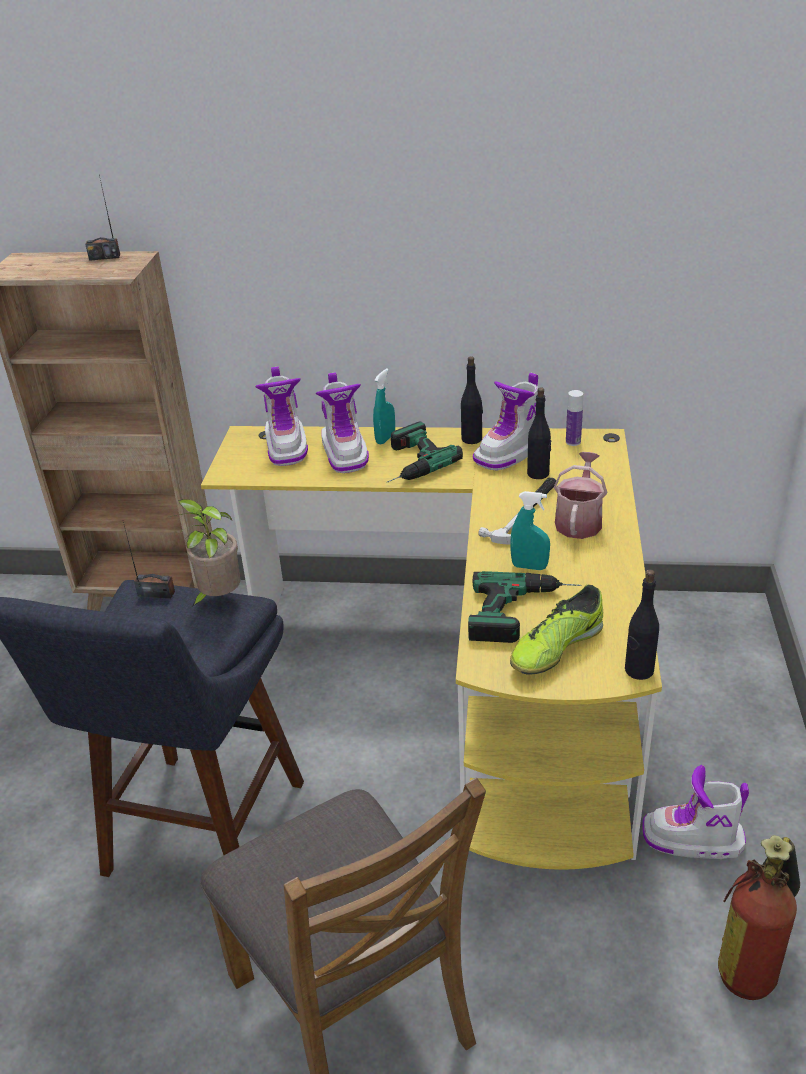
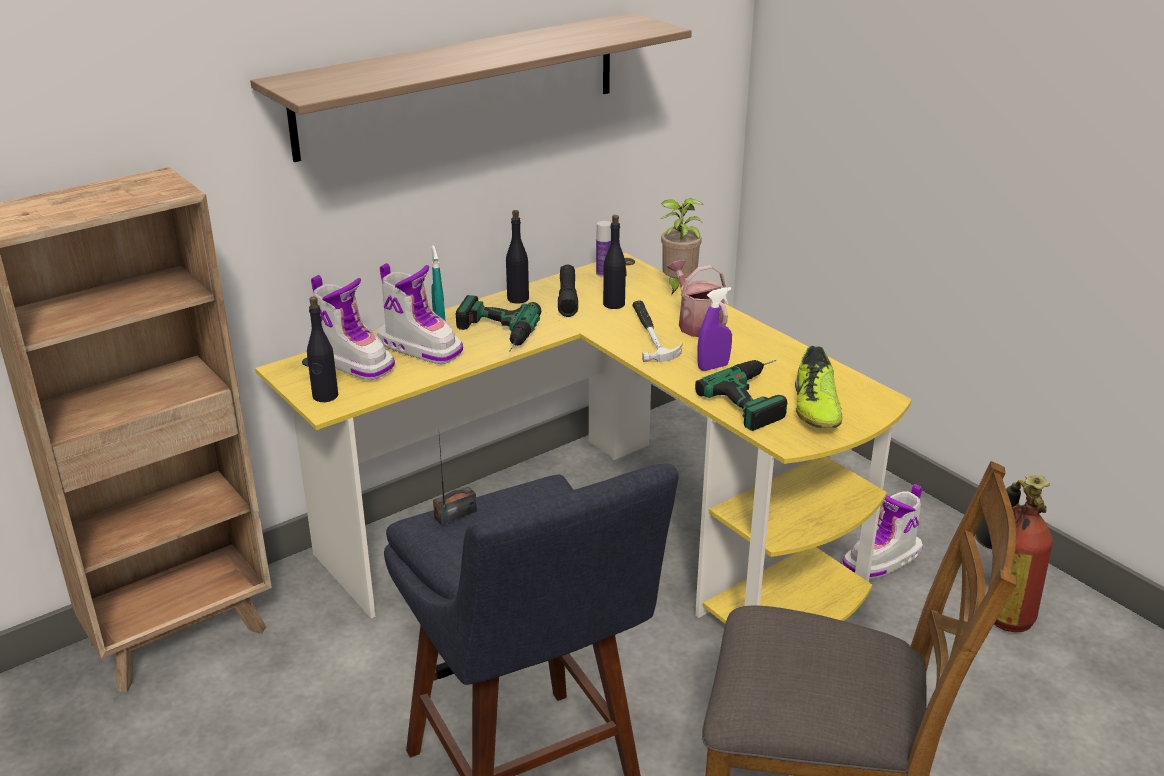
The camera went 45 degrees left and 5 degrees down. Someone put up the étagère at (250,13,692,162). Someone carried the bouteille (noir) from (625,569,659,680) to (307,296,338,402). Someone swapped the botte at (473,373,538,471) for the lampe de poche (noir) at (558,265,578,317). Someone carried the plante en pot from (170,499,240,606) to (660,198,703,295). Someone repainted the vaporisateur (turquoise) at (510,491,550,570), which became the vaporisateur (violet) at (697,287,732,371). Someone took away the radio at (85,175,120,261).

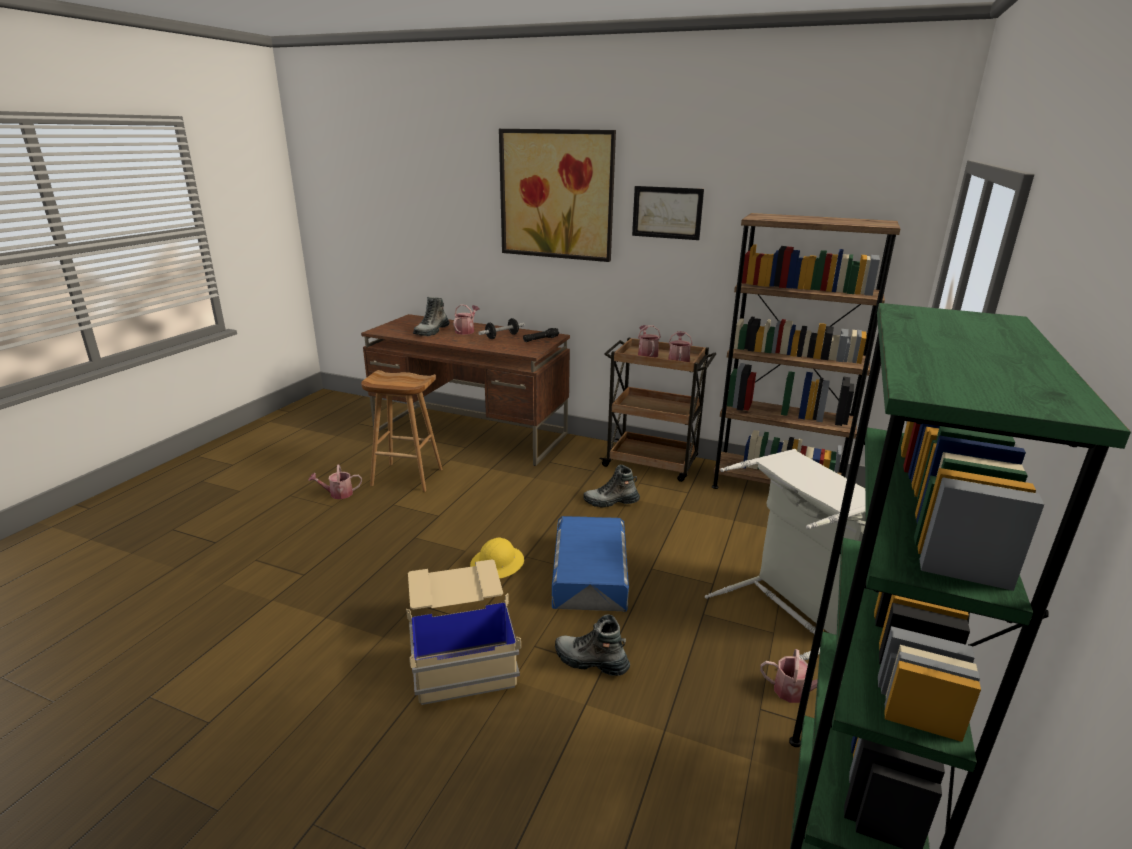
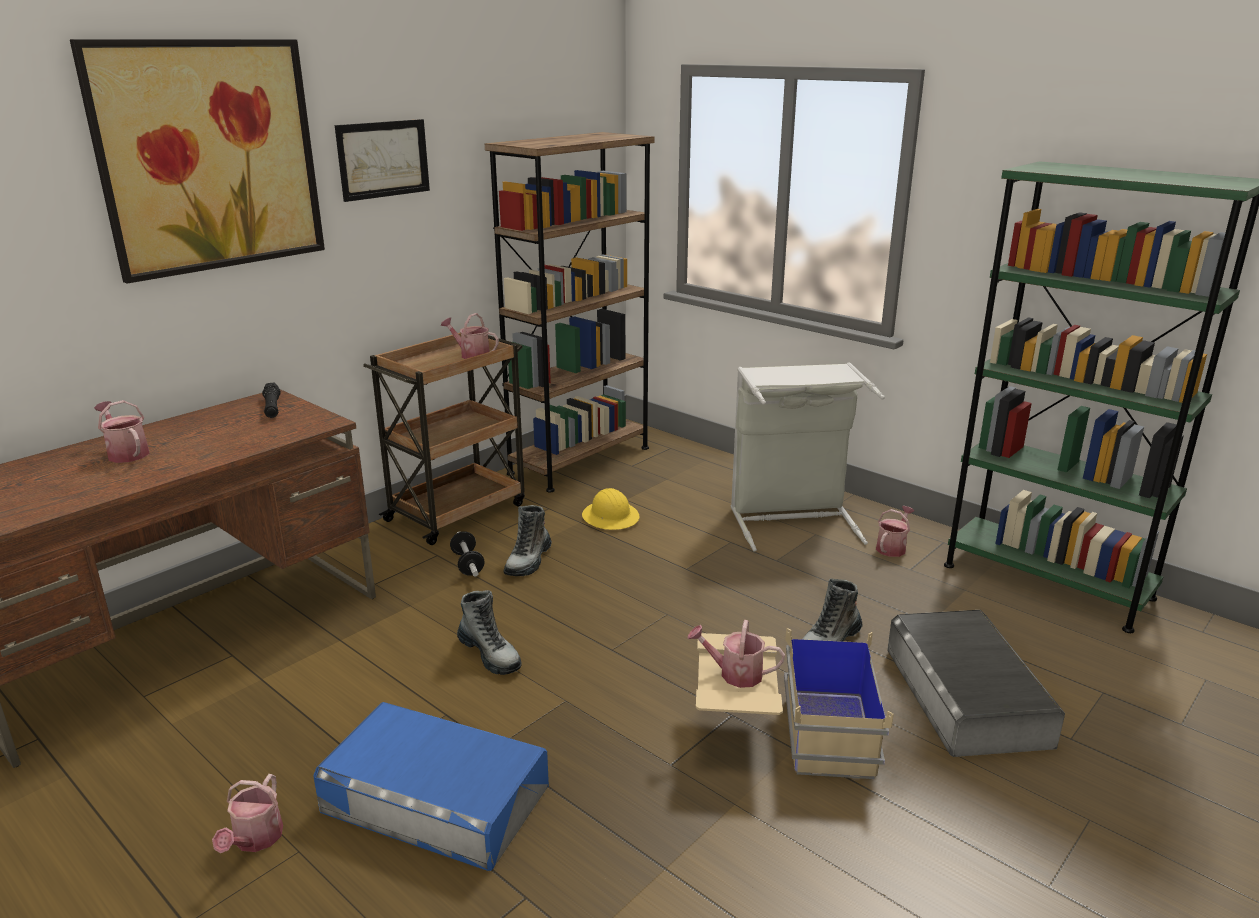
The camera went 70 degrees left and 0 degrees up. Someone carried the boîte de rangement (bleu) from (551,516,629,612) to (313,702,549,871). Someone carried the haltère from (478,318,525,339) to (450,531,485,577). Someone carried the botte from (413,297,450,336) to (457,590,522,675). Someone carried the casque de chantier (jaune) from (470,538,524,578) to (582,488,640,530). Someone carried the arrosoir from (638,325,661,358) to (687,620,785,688). Someone put down the boîte de rangement (gris) at (887,610,1065,757). Someone took away the tabouret (marron) at (361,370,443,492).

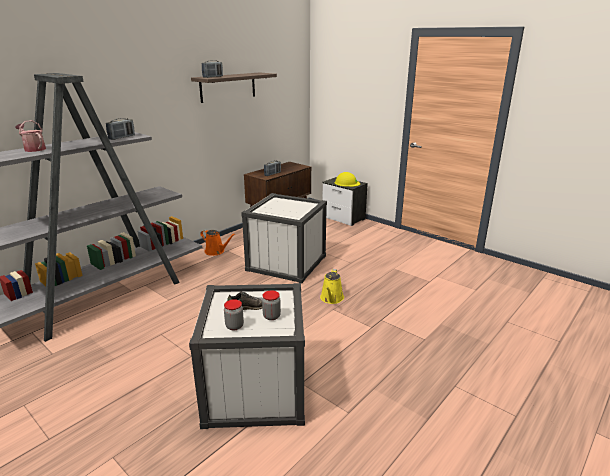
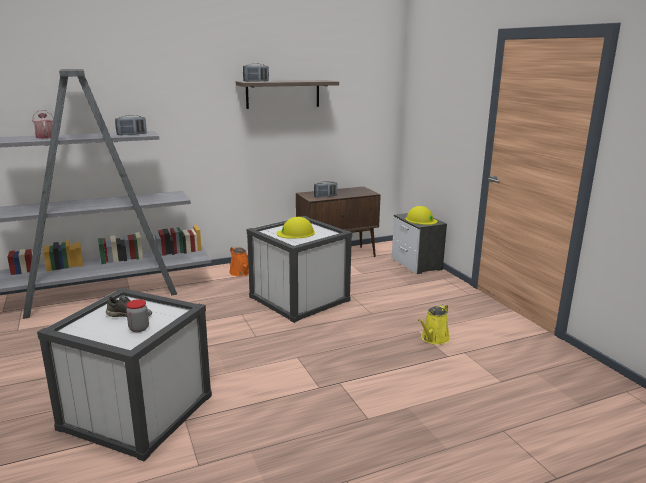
The camera went 25 degrees right and 5 degrees down. Someone put down the casque de chantier (jaune) at (276,217,315,239). Someone carried the arrosoir (jaune) from (320,269,344,304) to (418,304,450,345). Someone took away the bocal at (224,299,244,330).

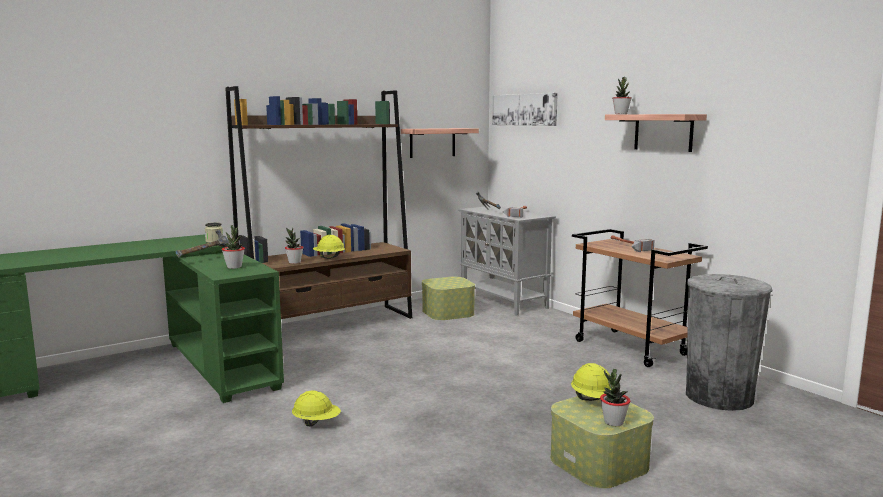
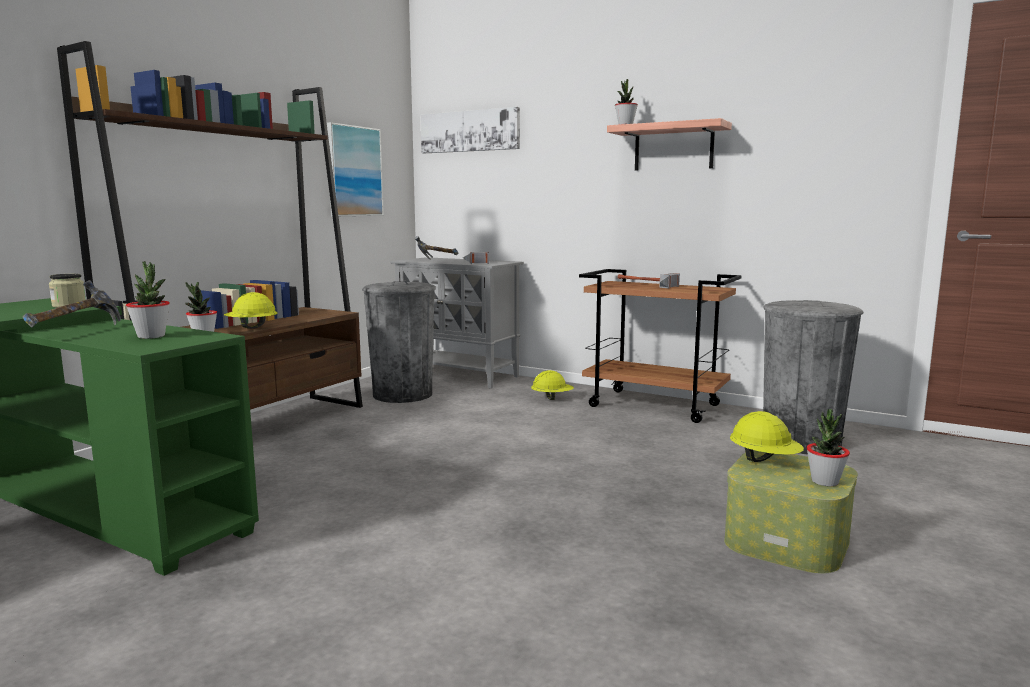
The camera went 25 degrees left and 0 degrees up. Someone swapped the étagère at (401,128,479,158) for the tableau at (327,122,384,216). Someone swapped the boîte de rangement at (422,277,475,320) for the poubelle (gris) at (362,281,436,403). Someone carried the casque de chantier (jaune) from (292,390,341,427) to (531,370,574,400).

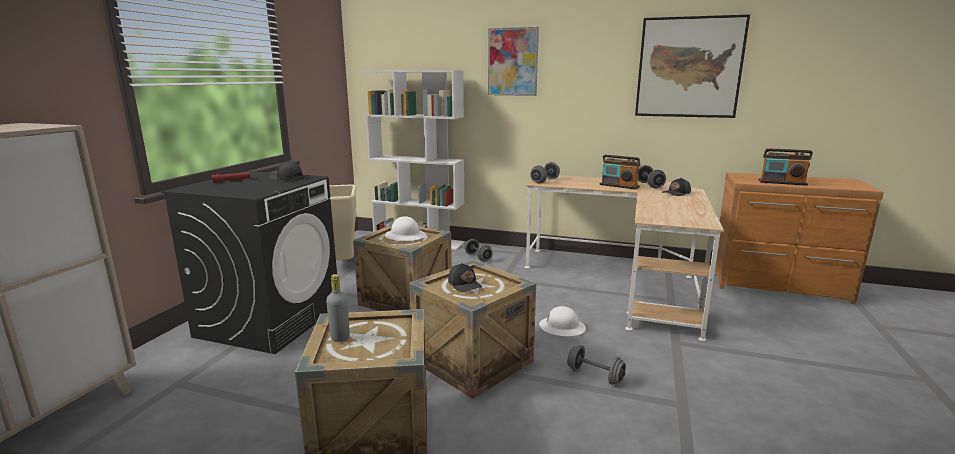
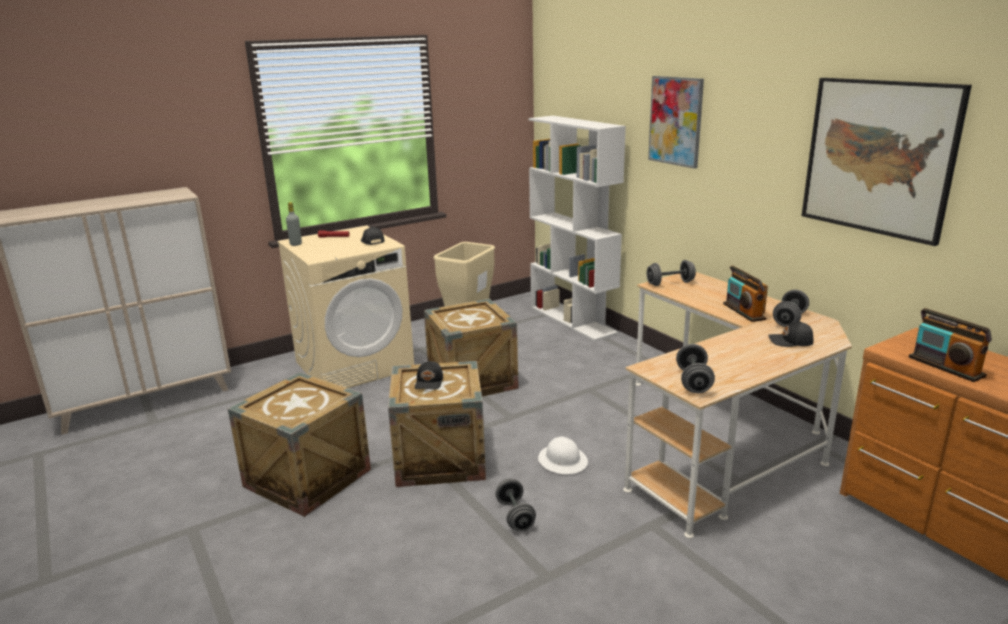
The camera went 40 degrees right and 5 degrees up. Someone repainted the lave-linge (noir) at (161,171,337,354), which became the lave-linge (beige) at (277,226,414,388). Someone carried the bouteille (gris) from (326,274,350,342) to (286,202,302,246). Someone carried the haltère (gris) from (465,239,493,261) to (676,344,715,393). Someone took away the casque de chantier (blanc) at (385,216,426,241).

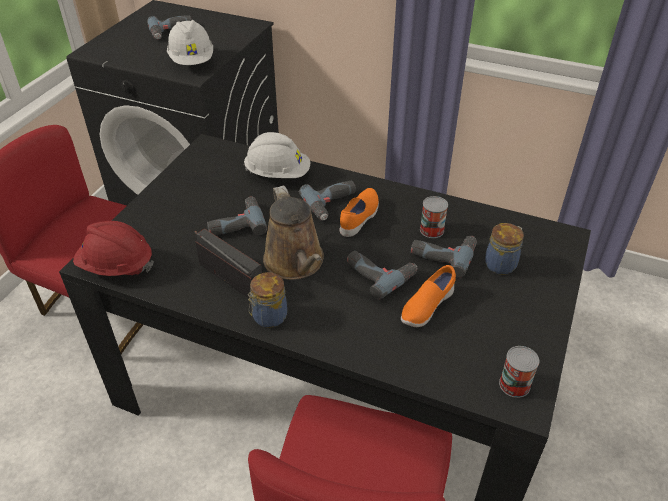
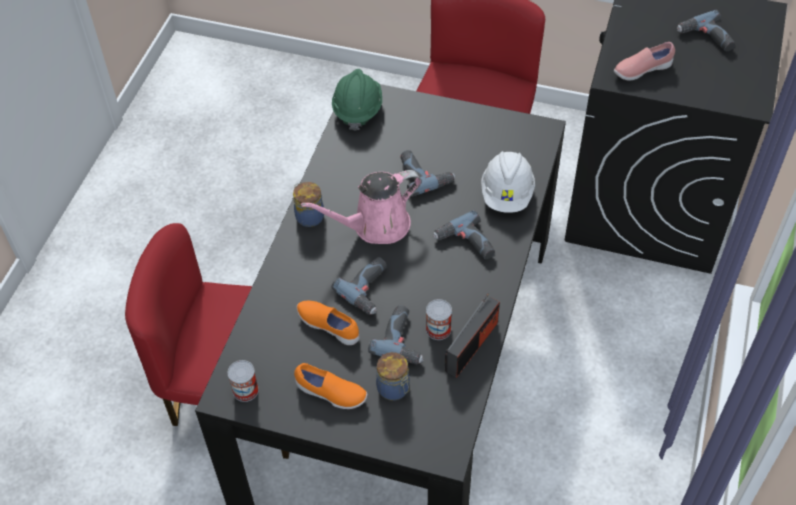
The camera went 85 degrees right and 10 degrees up. Someone carried the chaussure (orange) from (339,188,379,237) to (294,363,367,409). Someone repainted the arrosoir (marron) at (263,185,324,280), which became the arrosoir (rose) at (301,170,422,244). Someone repainted the casque de chantier (rouge) at (73,221,154,276), which became the casque de chantier (vert) at (332,69,382,131). Someone carried the radio from (194,229,262,298) to (445,294,500,378). Someone swapped the casque de chantier (blanc) at (167,20,213,65) for the chaussure (rose) at (614,42,675,81).

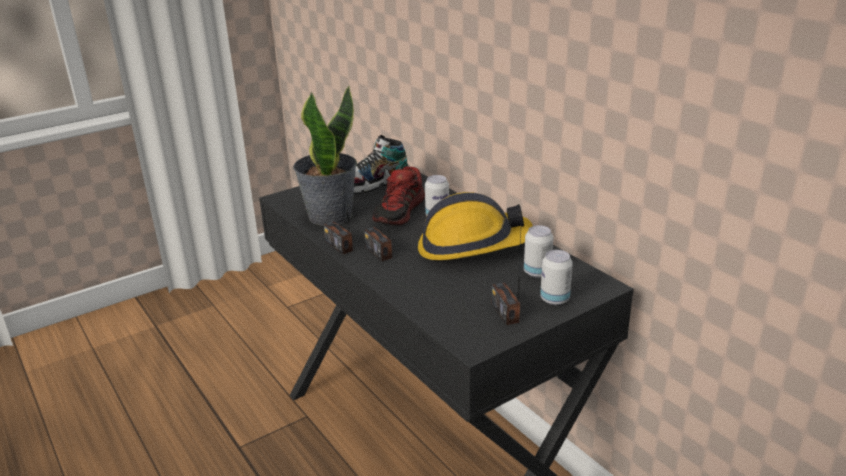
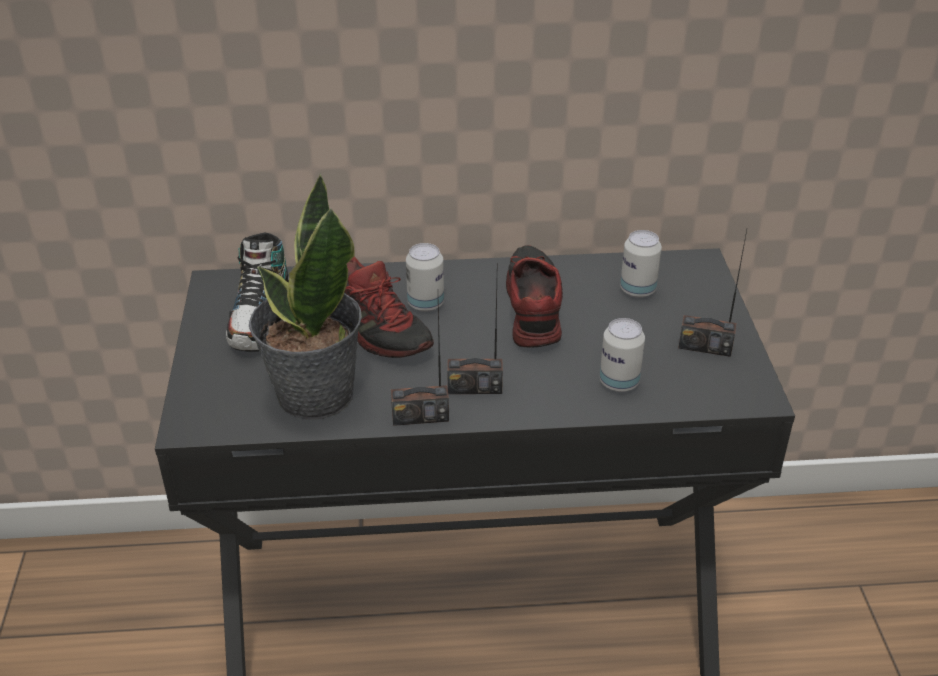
The camera went 60 degrees left and 10 degrees up. Someone swapped the casque de chantier at (418,192,533,260) for the chaussure at (506,245,563,348). Someone carried the boîte métallique from (540,250,573,305) to (600,318,645,392).

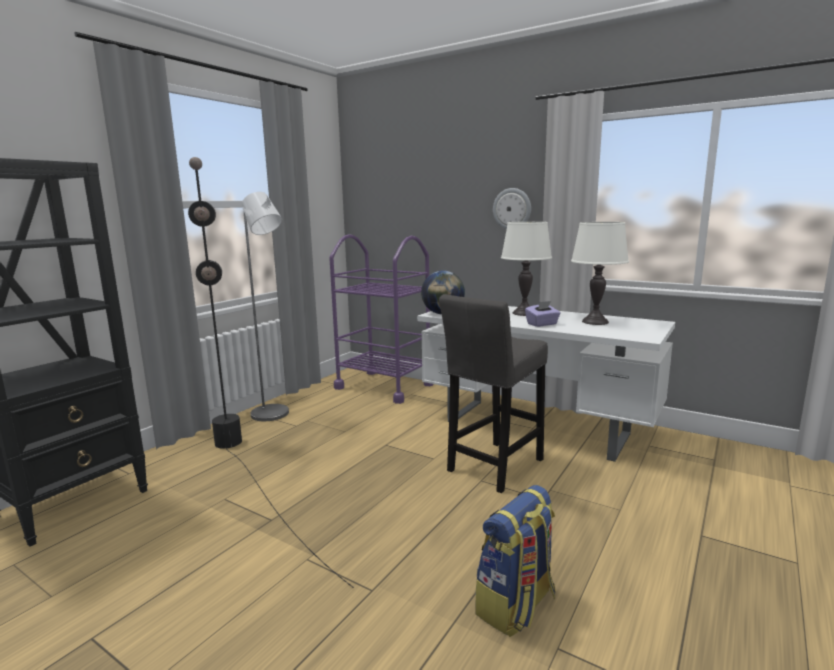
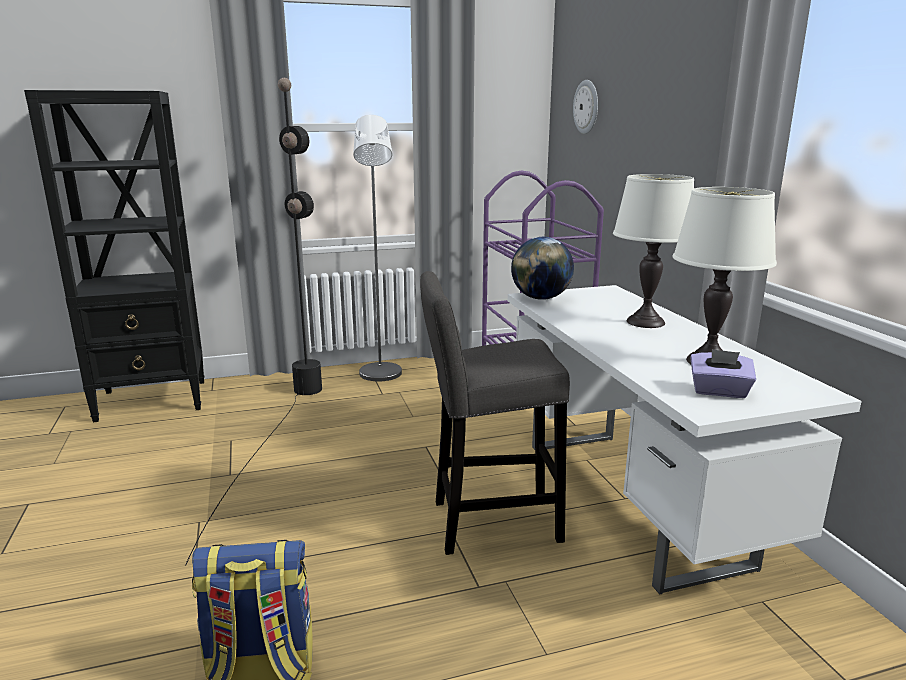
The camera went 40 degrees right and 5 degrees up. Someone carried the horloge murale from (493,188,531,229) to (573,80,598,134). Someone carried the boîte à mouchoirs (violet) from (525,301,561,327) to (690,349,756,398).

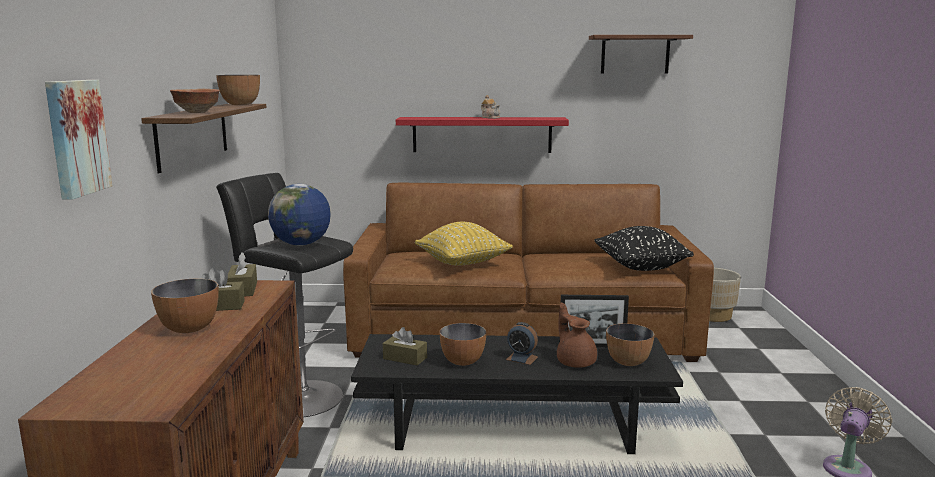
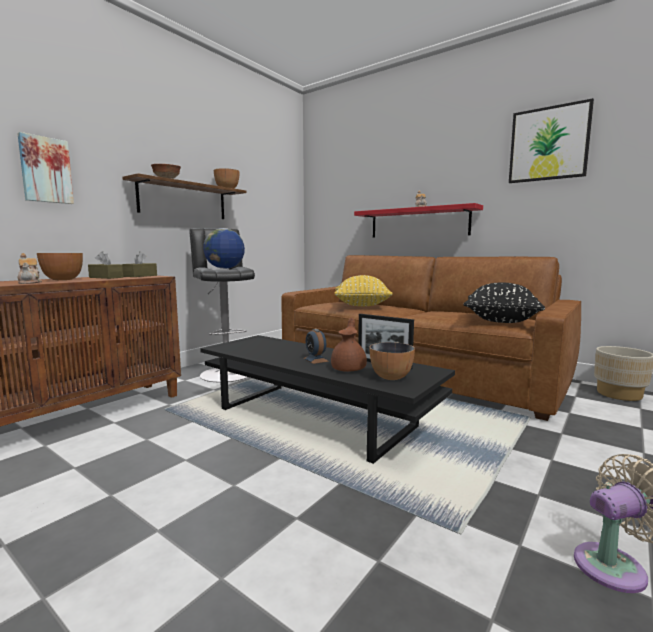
The camera went 35 degrees right and 5 degrees down. Someone put down the théière at (18,253,42,284). Someone swapped the étagère at (589,35,693,74) for the tableau at (509,98,594,183). Someone took away the boîte à mouchoirs (marron) at (383,327,427,366). Someone took away the bol at (440,323,486,366).

